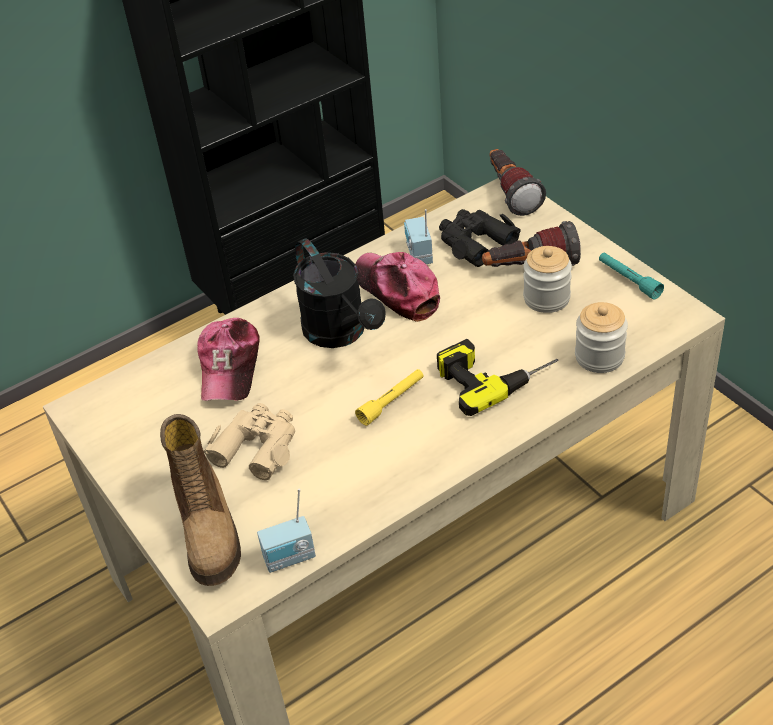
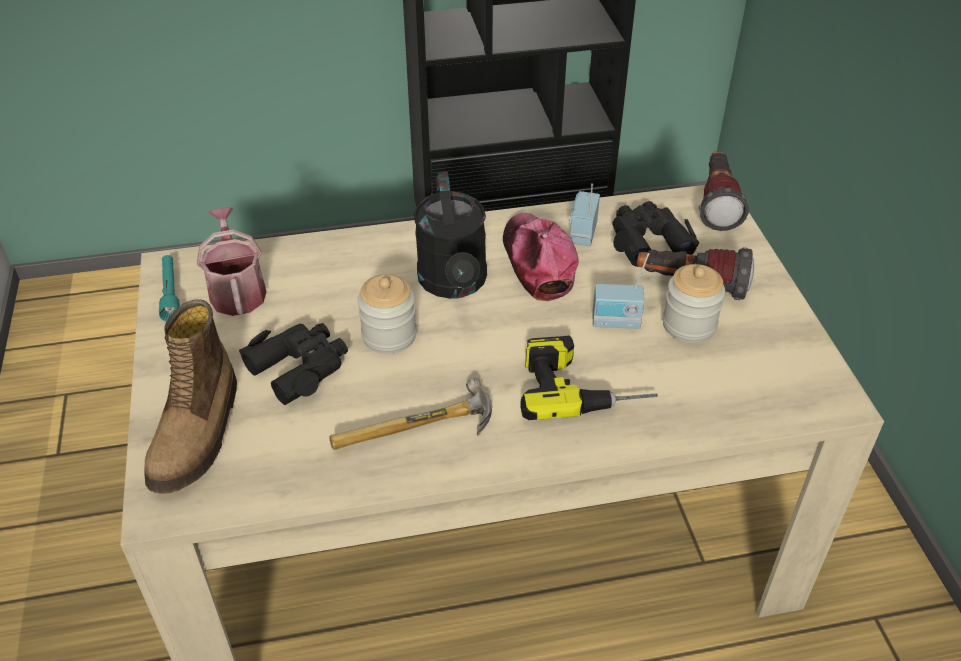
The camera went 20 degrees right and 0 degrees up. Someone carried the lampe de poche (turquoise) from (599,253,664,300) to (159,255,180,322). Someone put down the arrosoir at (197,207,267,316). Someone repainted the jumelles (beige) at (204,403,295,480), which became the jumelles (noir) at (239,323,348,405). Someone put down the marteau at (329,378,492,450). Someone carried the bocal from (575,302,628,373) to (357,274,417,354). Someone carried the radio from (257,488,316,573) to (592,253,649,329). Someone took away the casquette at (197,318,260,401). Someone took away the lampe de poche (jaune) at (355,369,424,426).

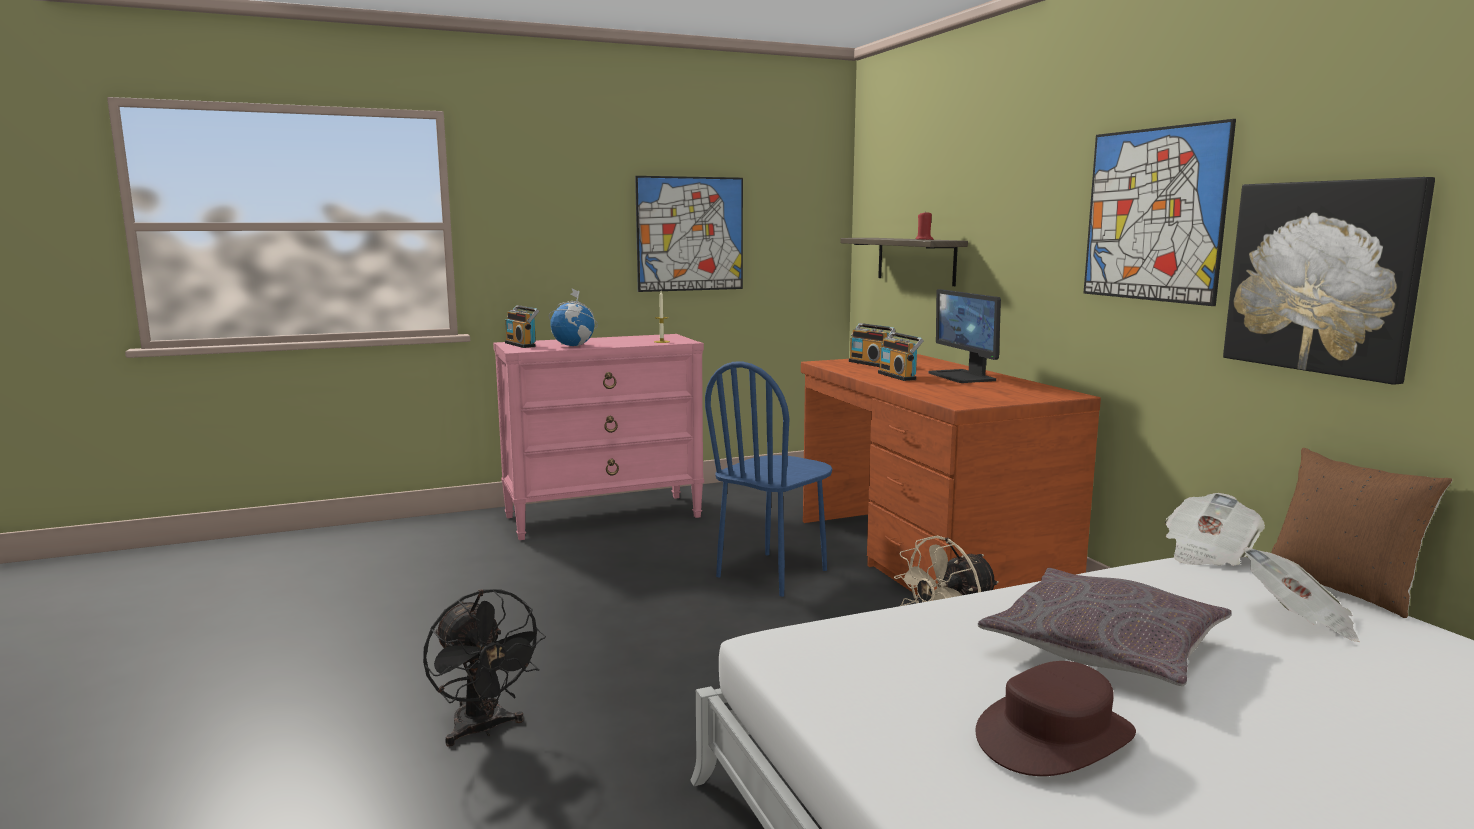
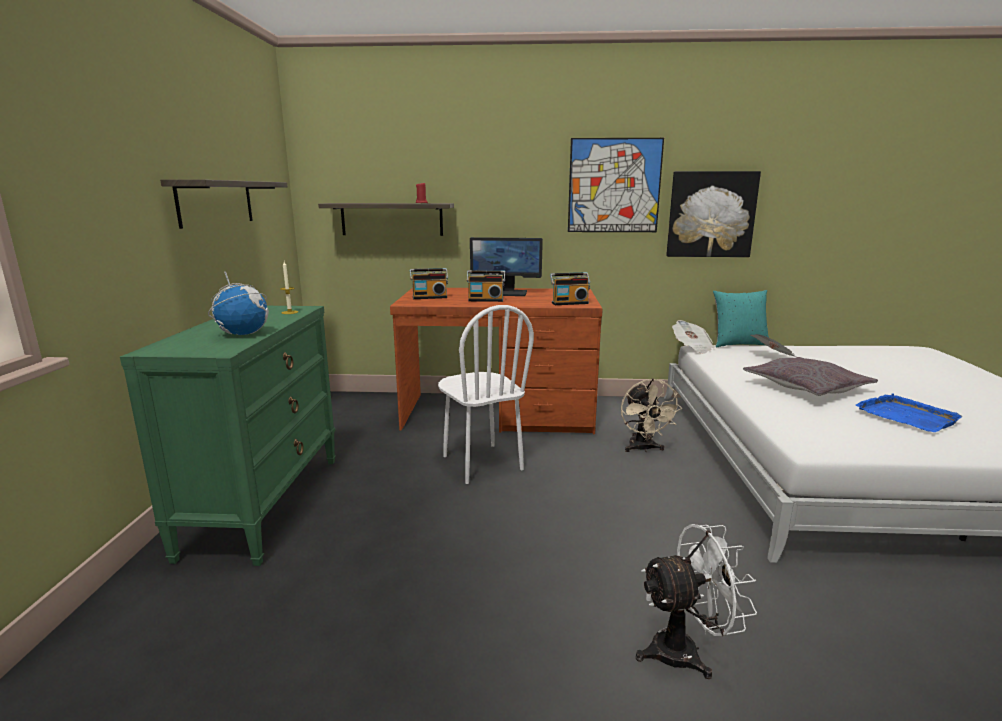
The camera went 65 degrees left and 5 degrees up. Someone repainted the commode (rose) at (493,334,704,540), which became the commode (vert) at (120,306,336,566). Someone swapped the tableau at (635,176,743,292) for the étagère at (160,180,288,229). Someone repainted the chaise (bleu) at (705,362,832,597), which became the chaise (blanc) at (438,305,534,484). Someone carried the radio from (505,305,539,348) to (550,272,590,305). Someone repainted the ventilateur (noir) at (423,589,546,747), which became the ventilateur (blanc) at (635,524,757,679). Someone repainted the coussin (marron) at (1271,448,1452,618), which became the coussin (turquoise) at (713,290,769,347). Someone swapped the chapeau (marron) at (975,661,1136,776) for the plateau (bleu) at (856,393,963,432).

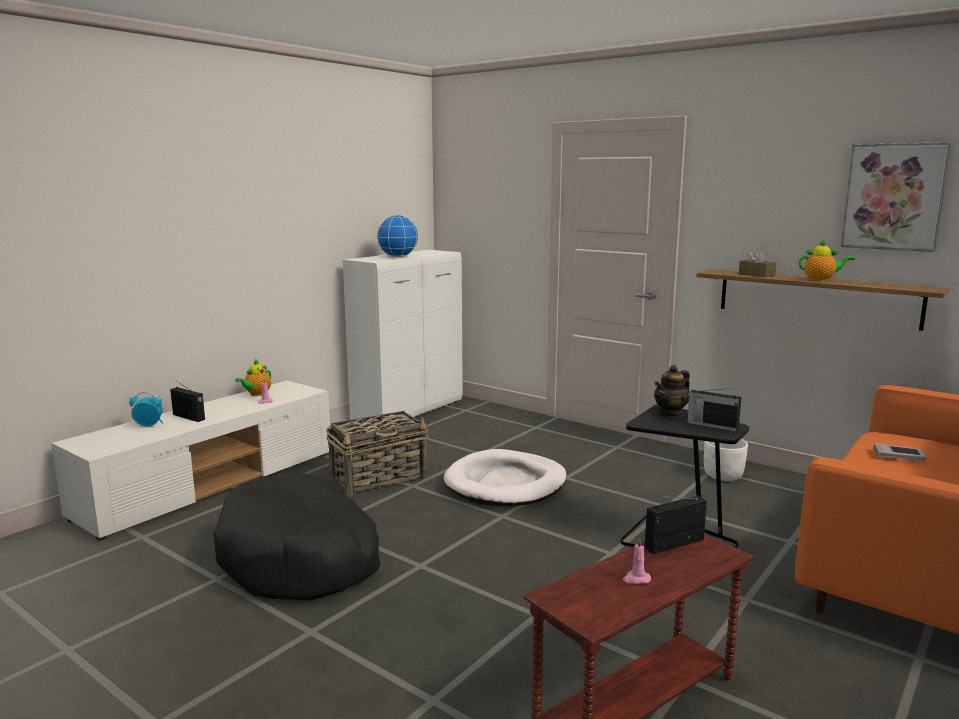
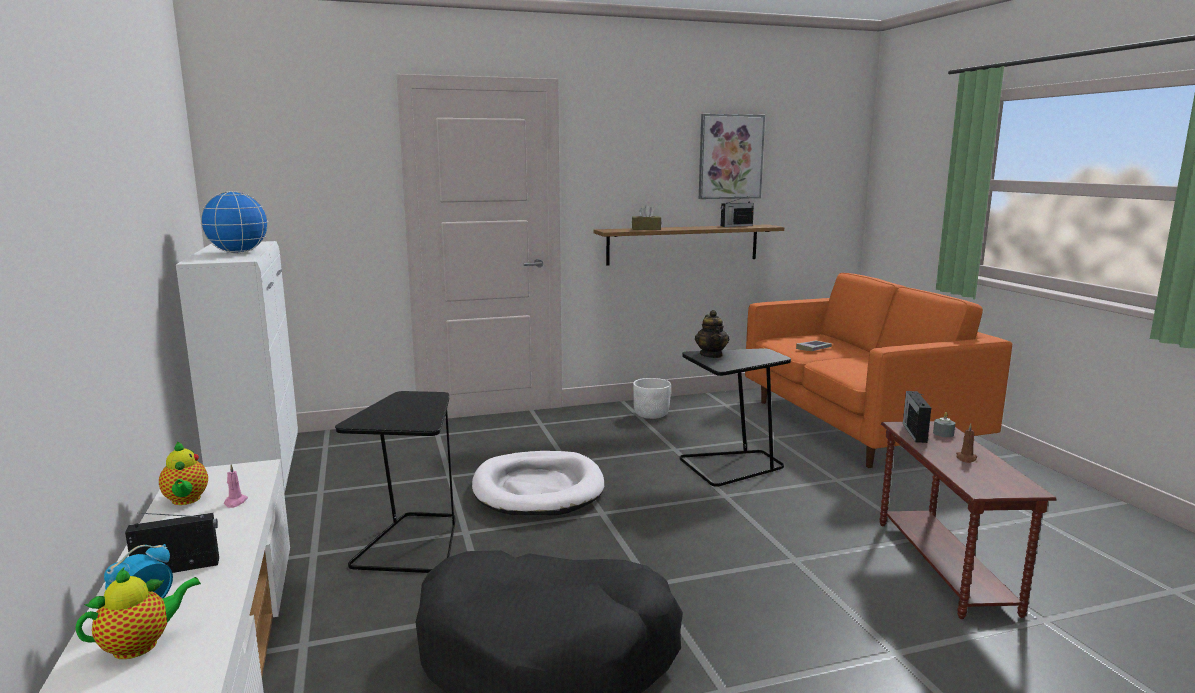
The camera went 55 degrees left and 0 degrees up. Someone carried the théière from (799,239,854,282) to (75,567,201,659). Someone swapped the panier at (326,411,429,496) for the table d'appoint (noir) at (335,391,455,573). Someone carried the radio from (687,388,742,431) to (721,196,754,227). Someone put down the bougie (gris) at (933,412,955,437). Someone repainted the bougie (rose) at (623,538,651,584), which became the bougie (marron) at (956,423,977,463).

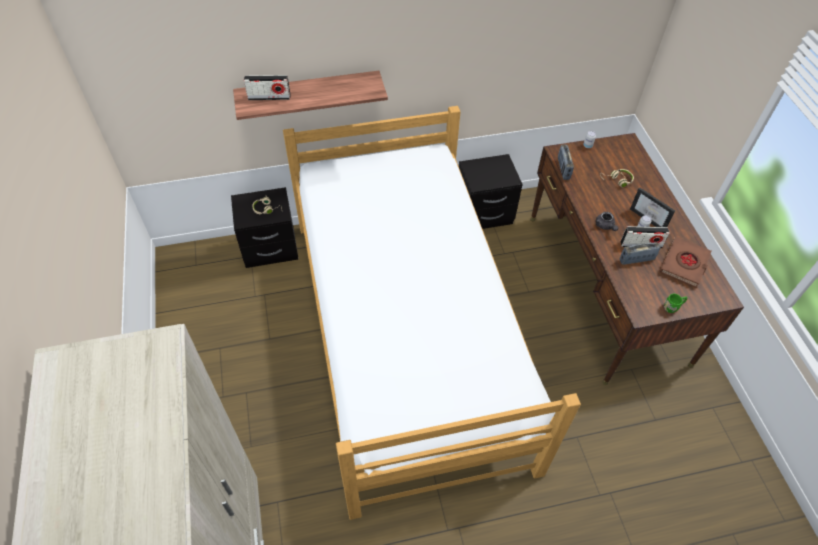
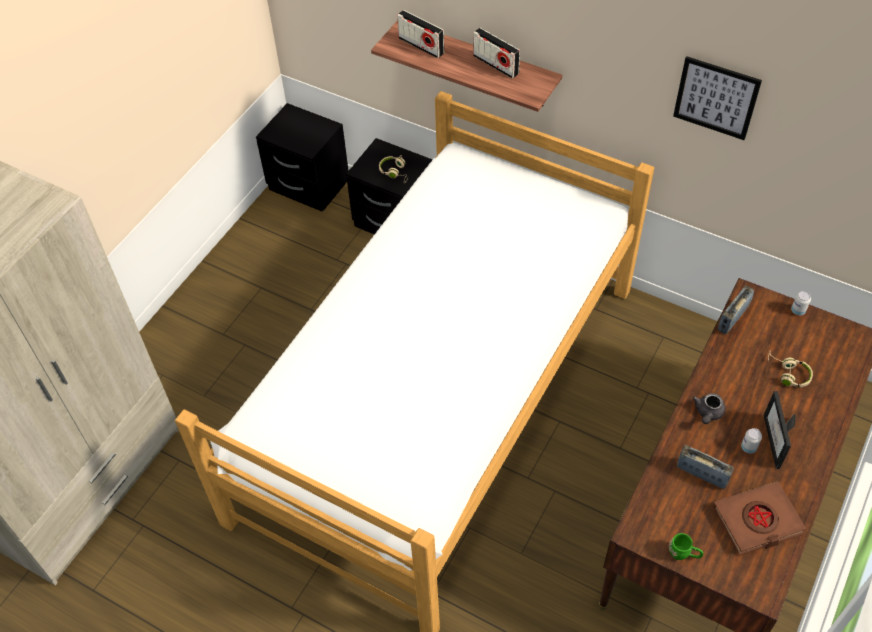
The camera went 45 degrees right and 0 degrees up. Someone carried the table de chevet (noir) from (459,154,523,229) to (256,103,349,212). Someone carried the radio from (621,226,670,248) to (473,28,520,79). Someone put up the tableau at (673,56,762,140).

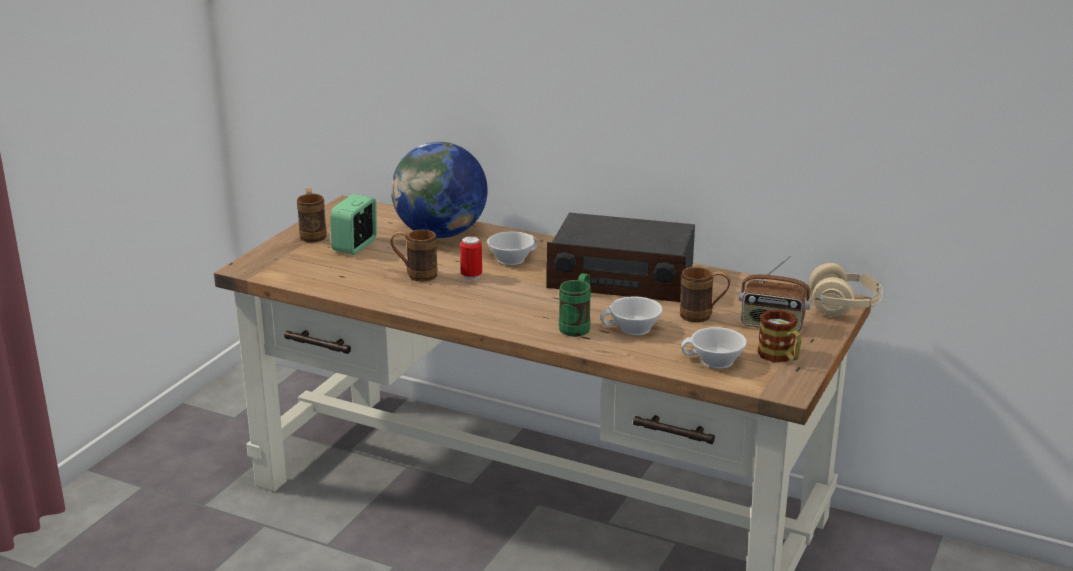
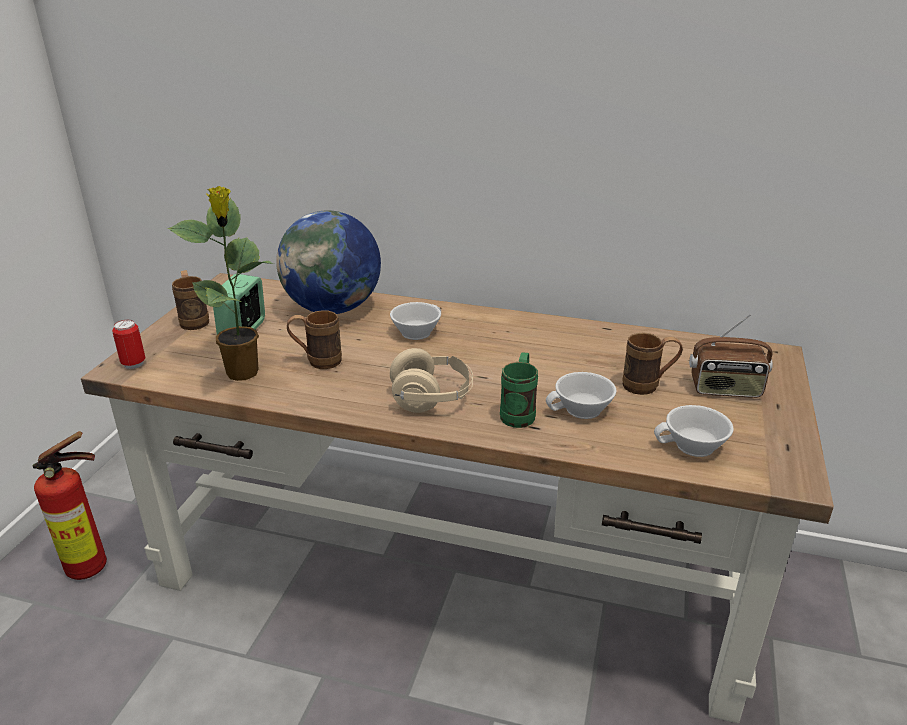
The camera went 10 degrees left and 5 degrees up. Someone put down the extincteur at (33,431,107,580). Someone carried the boîte métallique from (460,236,482,280) to (112,320,145,369). Someone put down the plante en pot at (167,186,274,381). Someone carried the casque audio (beige) from (808,263,883,317) to (390,348,473,413). Someone took away the radio at (547,213,695,302). Someone took away the mug at (758,310,801,362).

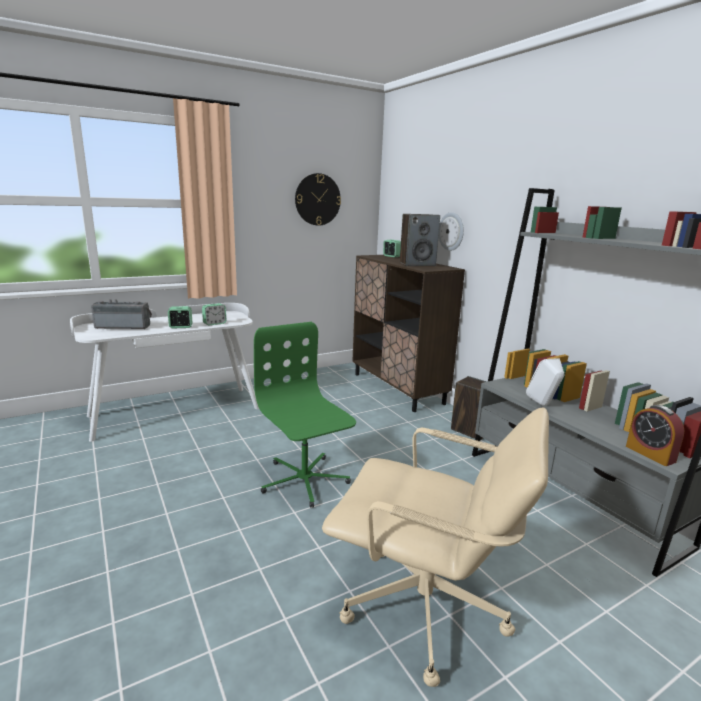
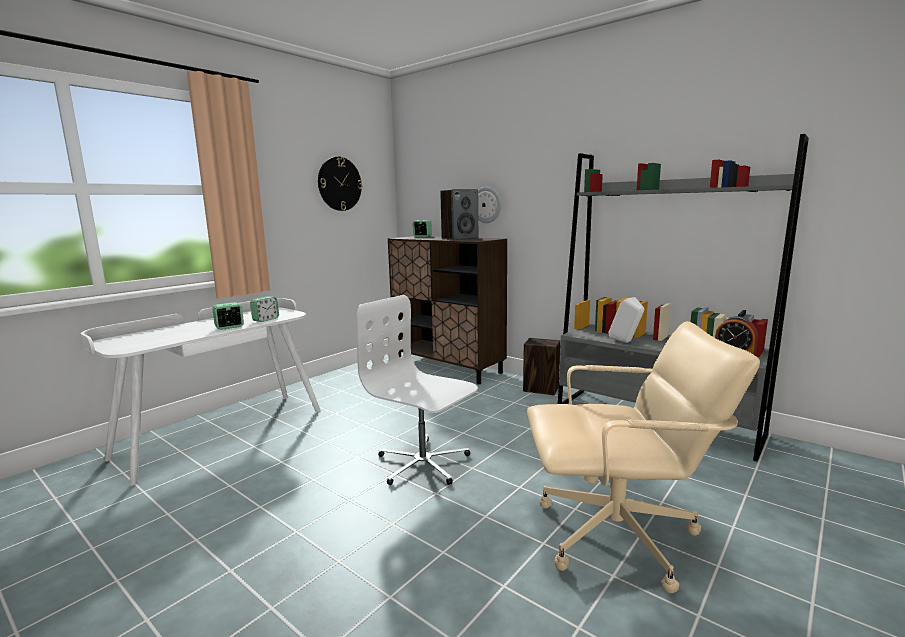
The camera went 20 degrees left and 5 degrees down. Someone repainted the chaise de bureau (vert) at (254,322,356,508), which became the chaise de bureau (blanc) at (356,295,478,485). Someone took away the radio at (91,299,152,329).

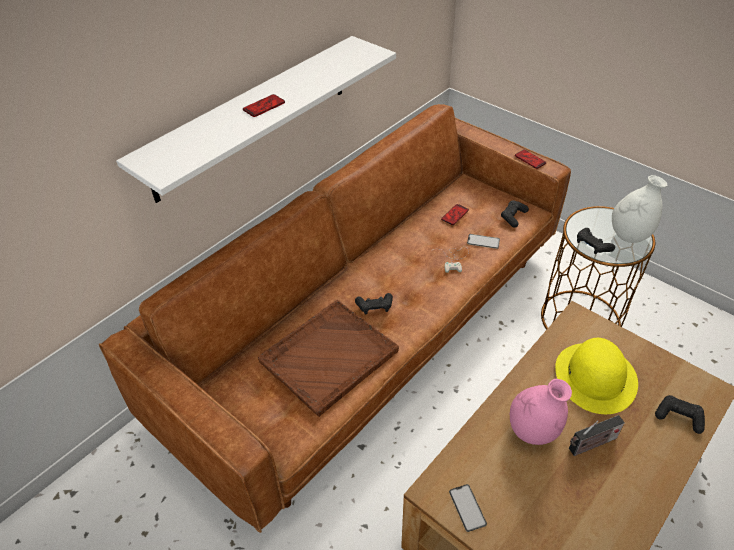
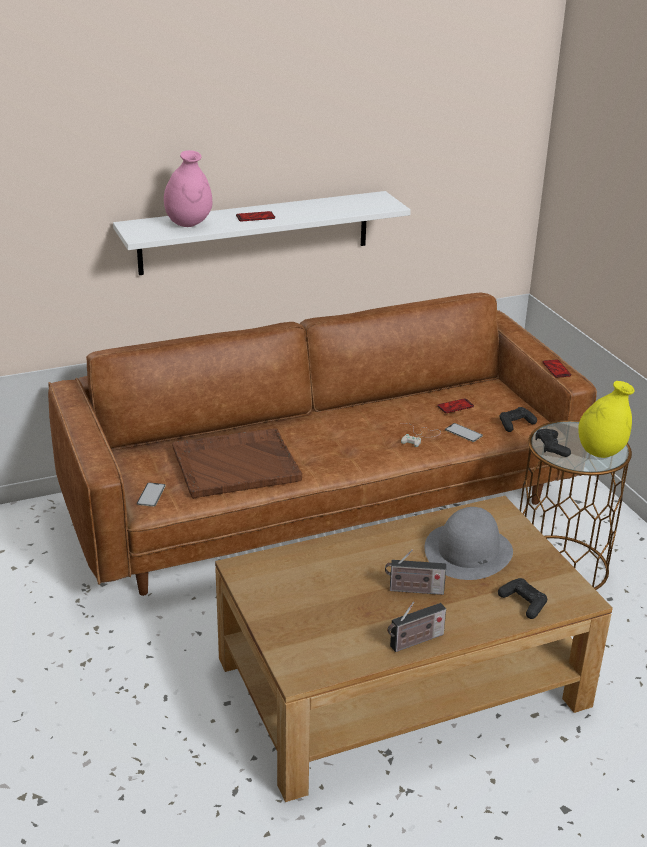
The camera went 25 degrees right and 15 degrees down. Someone carried the téléphone from (449,484,487,532) to (137,483,166,507). Someone carried the vase (rose) from (510,379,572,445) to (164,150,212,227). Someone put down the radio at (387,601,446,652). Someone repainted the chapeau (jaune) at (555,338,638,414), which became the chapeau (gris) at (425,507,513,580). Someone repainted the vase (blanc) at (612,175,667,243), which became the vase (jaune) at (579,381,635,458). Someone took away the manette (noir) at (355,293,393,315).

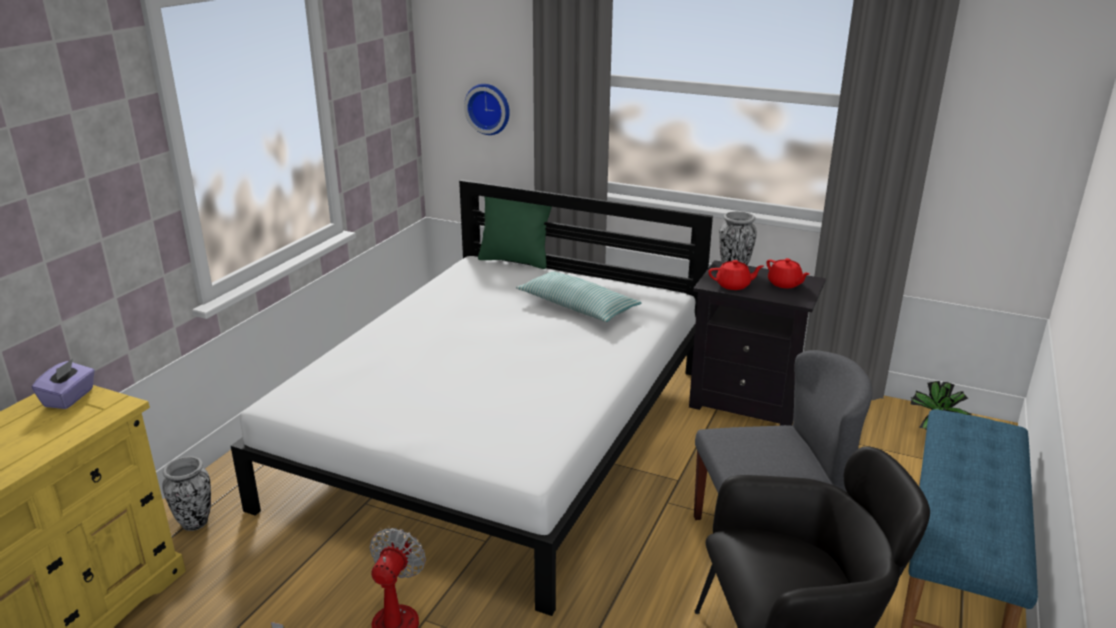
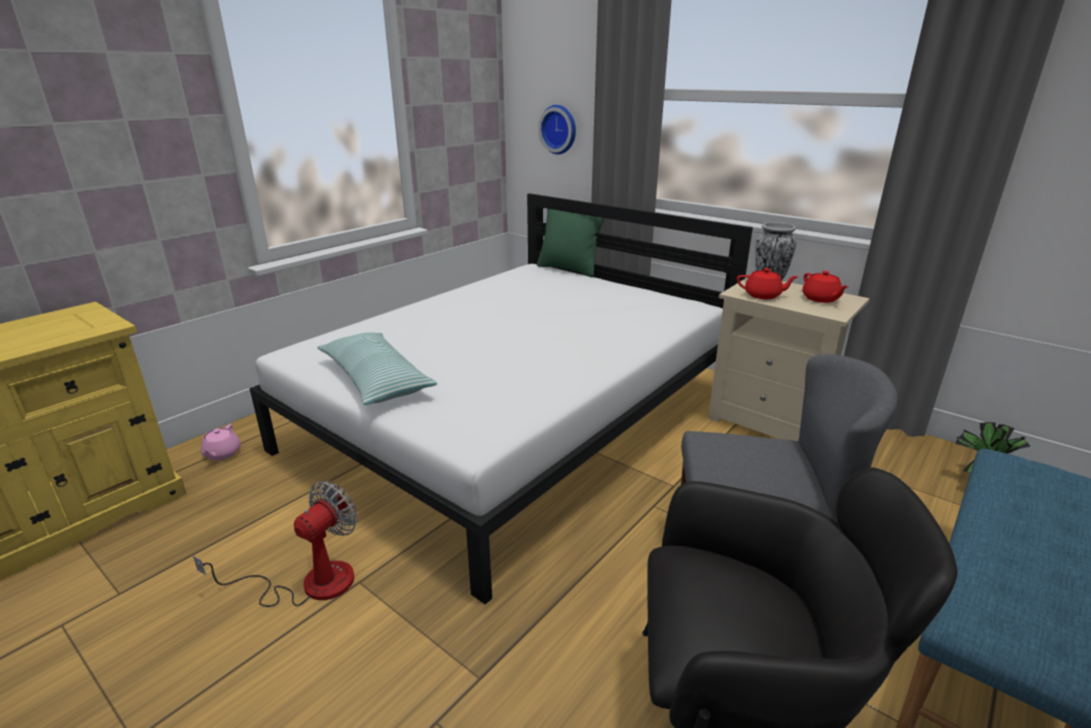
The camera went 15 degrees right and 0 degrees up. Someone swapped the vase at (162,457,211,531) for the théière (rose) at (201,424,240,460). Someone carried the coussin from (516,271,641,322) to (317,332,437,405). Someone repainted the table de chevet (noir) at (689,260,826,426), which became the table de chevet (beige) at (708,277,870,441). Someone took away the boîte à mouchoirs (violet) at (32,359,95,409).

